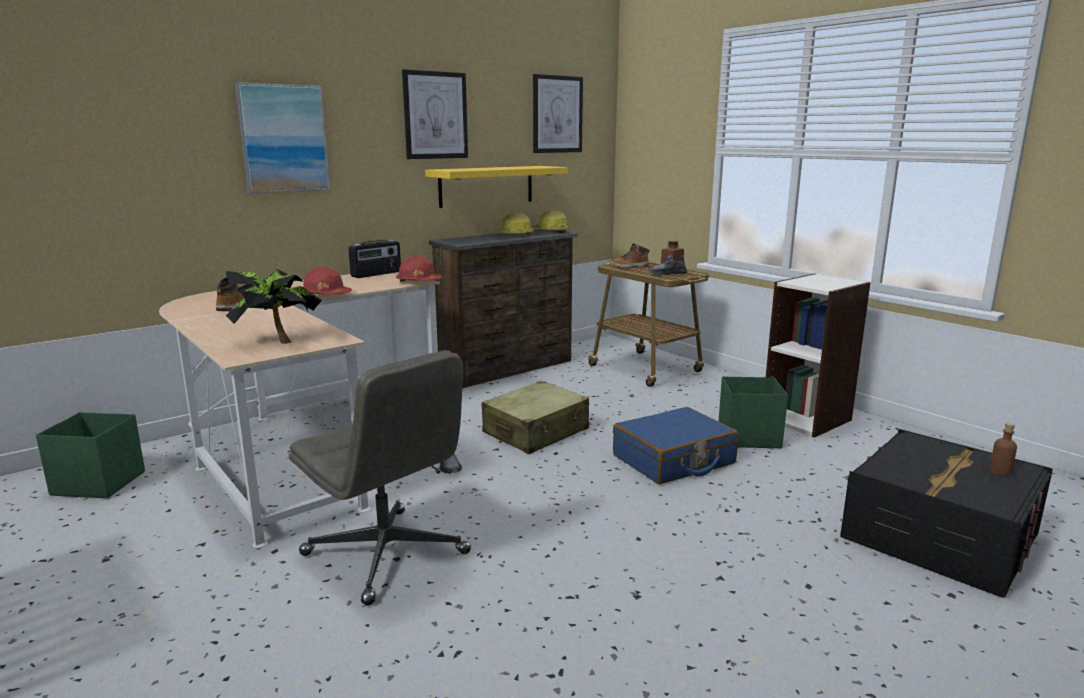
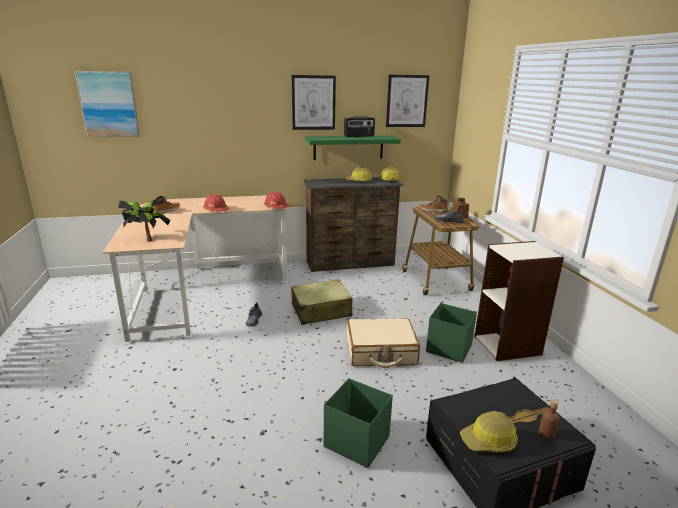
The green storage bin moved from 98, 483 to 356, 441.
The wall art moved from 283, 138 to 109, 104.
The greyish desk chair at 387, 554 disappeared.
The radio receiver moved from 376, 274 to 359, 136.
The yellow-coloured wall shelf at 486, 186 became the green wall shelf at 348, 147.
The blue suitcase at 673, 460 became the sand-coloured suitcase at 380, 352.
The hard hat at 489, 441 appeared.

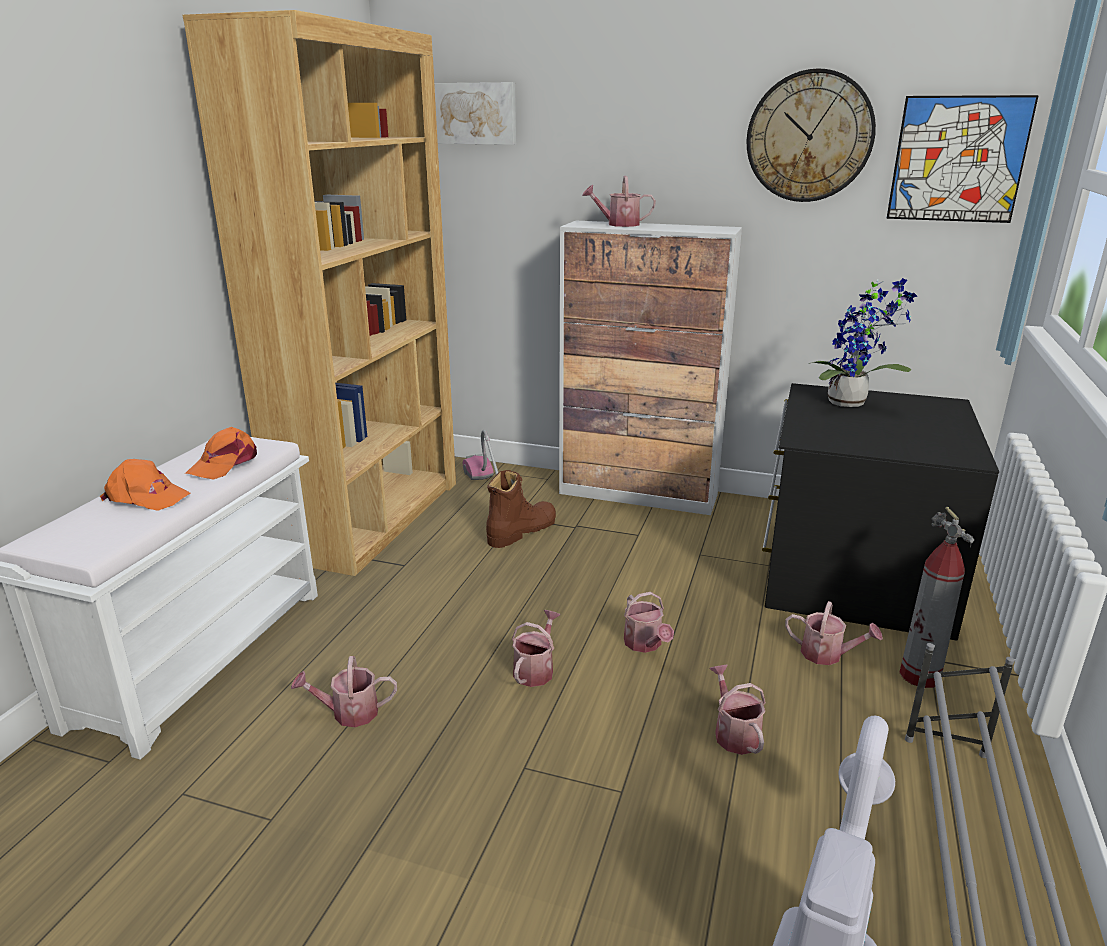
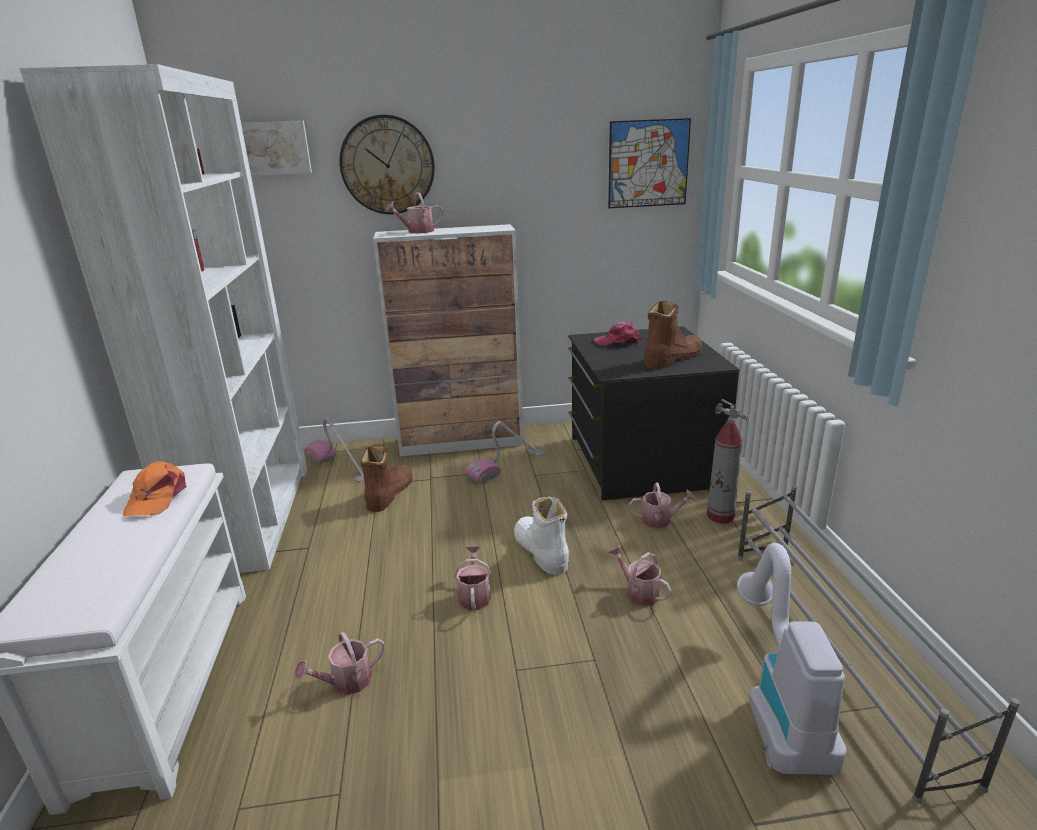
The orange-coloured peaked cap at 146, 497 disappeared.
The brown bookcase at 373, 518 became the white-coloured bookcase at 251, 516.
The watering pot at 645, 644 was replaced by the white-coloured high-top boot at 540, 551.
The clock on the wall moved from 809, 137 to 387, 165.
The houseplant at 851, 403 was replaced by the pink peaked cap at 618, 342.
The vacuum cleaner at 506, 466 appeared.
The brown high-top boot at 672, 358 appeared.

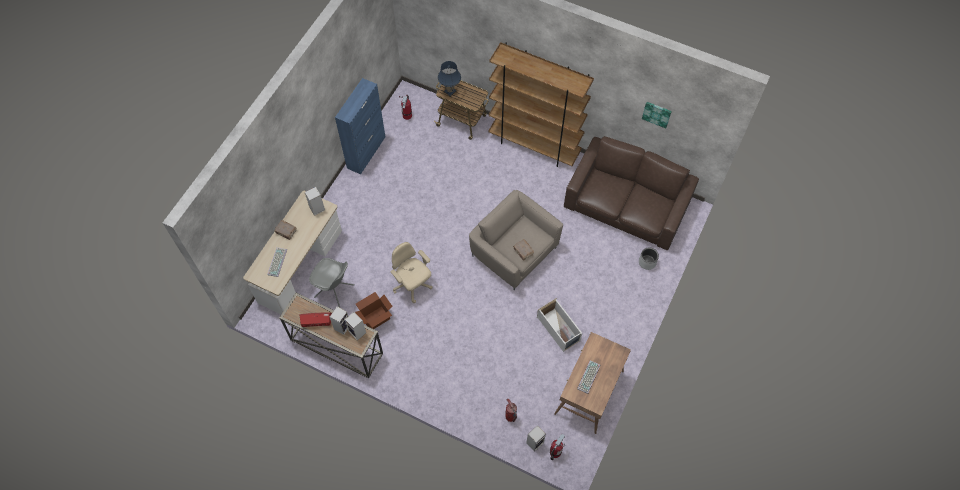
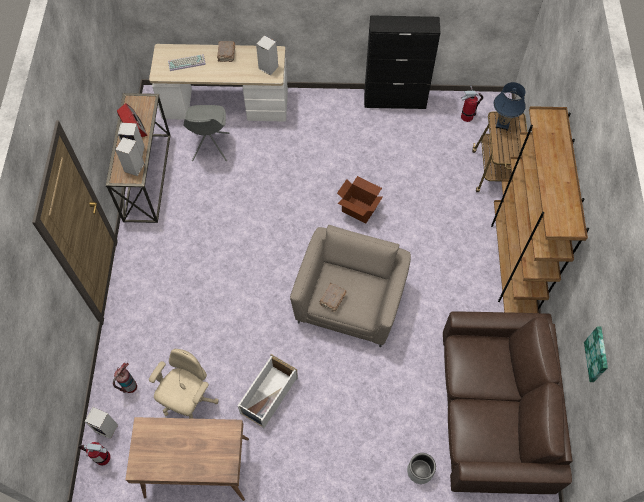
The blue cupboard at 366, 152 became the black-coloured cupboard at 395, 100.
The cardboard box moved from 375, 318 to 358, 209.
The sand-coloured desk chair moved from 412, 285 to 189, 400.
The PC keyboard at 589, 377 disappeared.

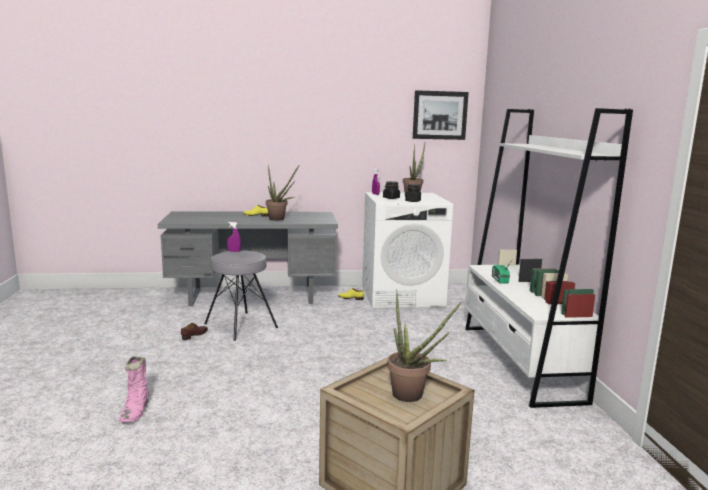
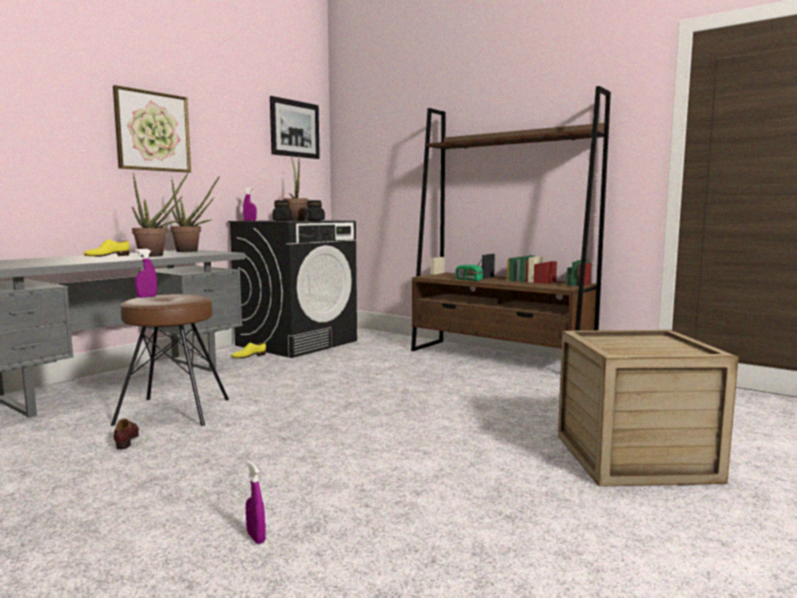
The pink high-top boot at 136, 411 was replaced by the purplish sprayer at 256, 537.
The greyish stool at 240, 326 became the brown stool at 173, 412.
The white-coloured laundry appliance at 402, 296 became the black-coloured laundry appliance at 297, 343.
The houseplant moved from 413, 397 to 192, 251.
The white-coloured bookcase at 519, 362 became the brown bookcase at 499, 358.
The wall art at 153, 131 appeared.

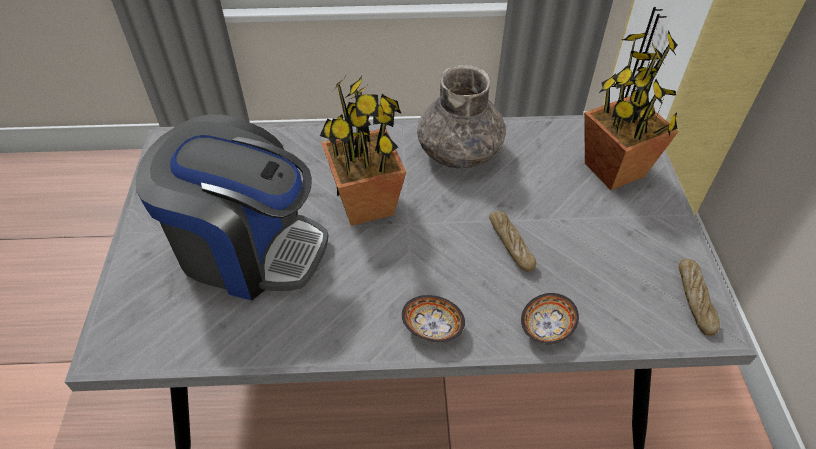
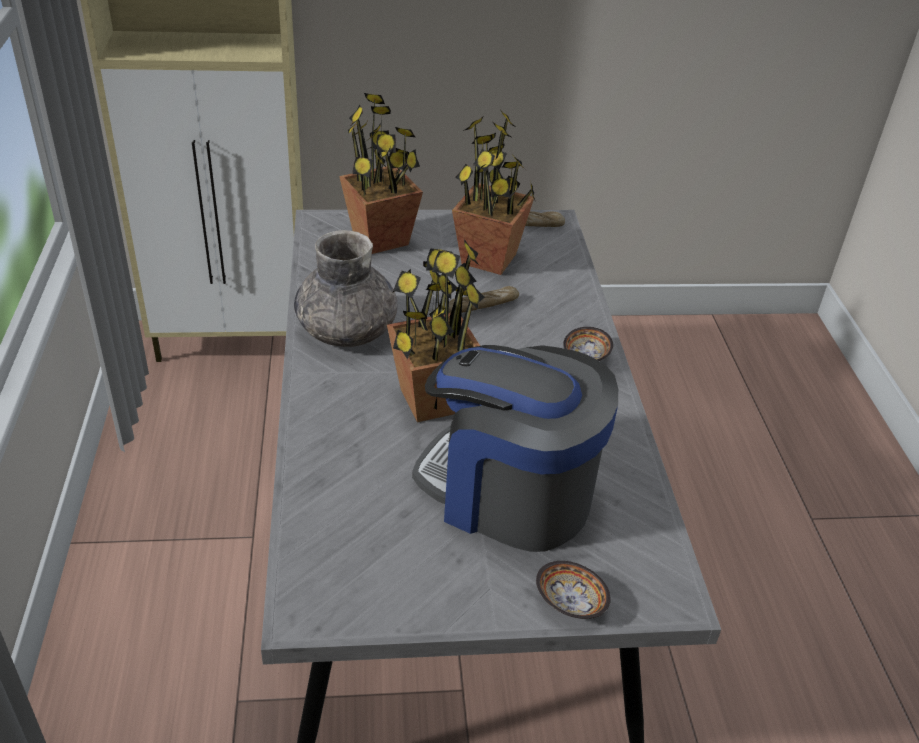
The coffee brewer at 249, 248 turned 75 degrees counterclockwise.
The serving bowl moved from 545, 327 to 570, 604.
The houseplant at 489, 259 appeared.

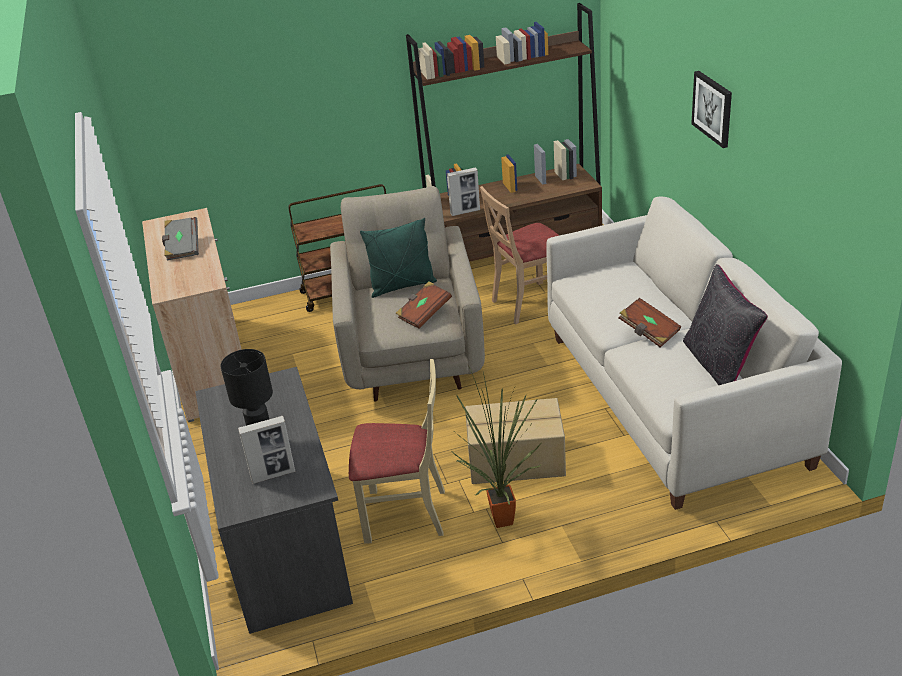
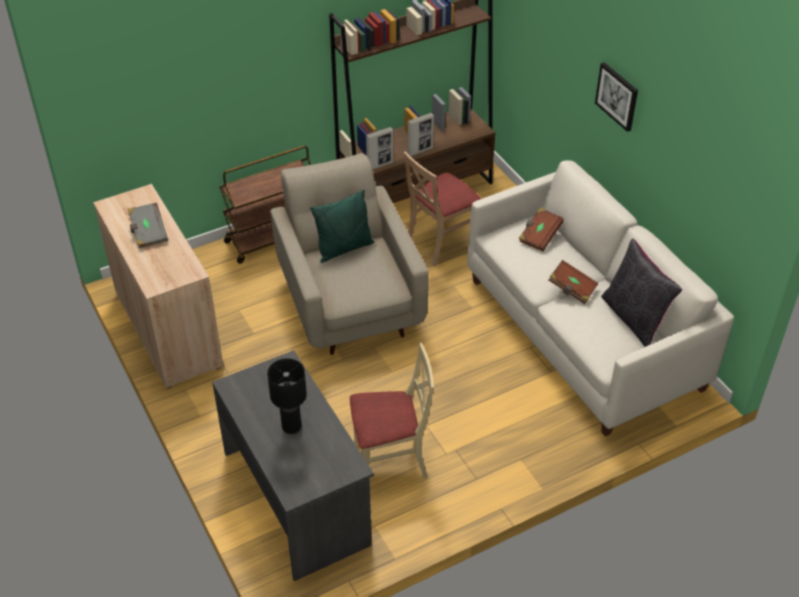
The picture frame moved from 273, 475 to 420, 151.
The brown bound book moved from 424, 314 to 539, 236.
The houseplant at 502, 517 disappeared.
The cardboard box at 516, 461 disappeared.

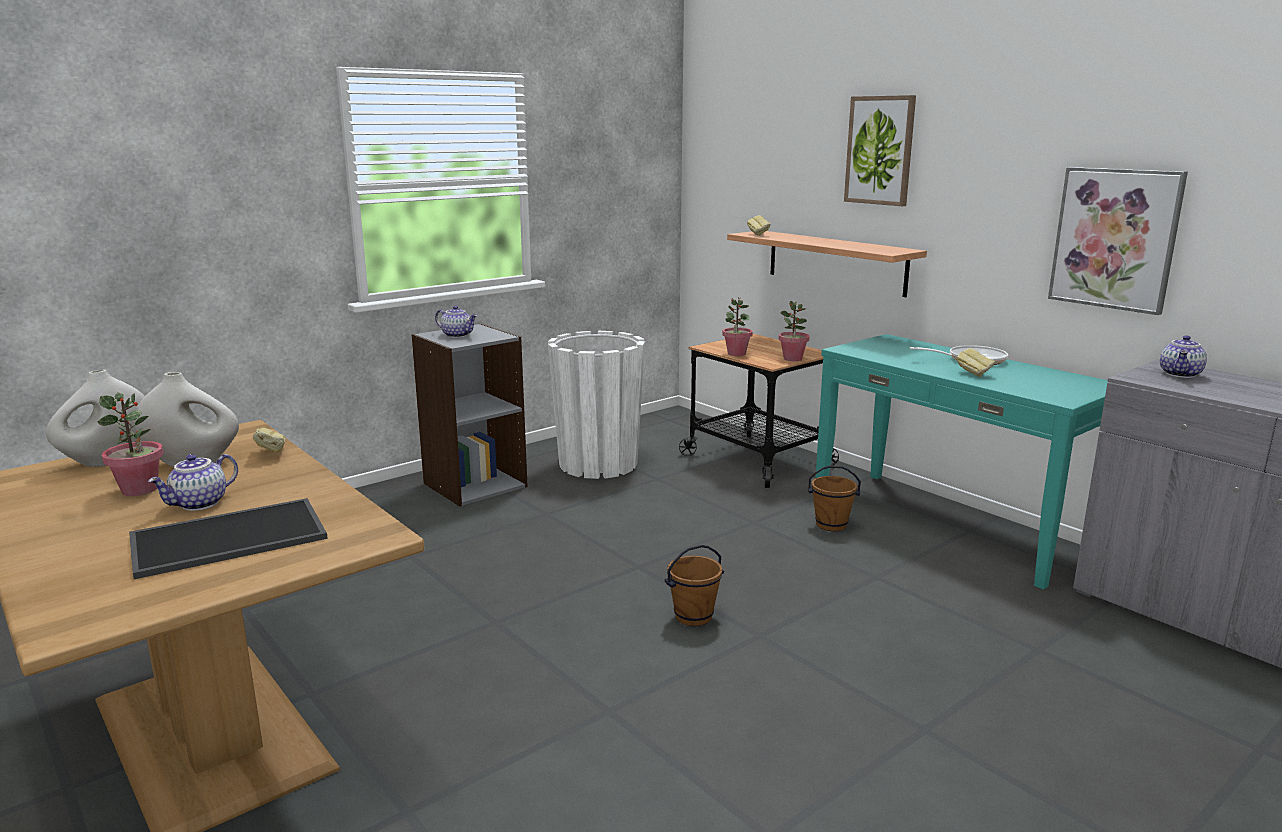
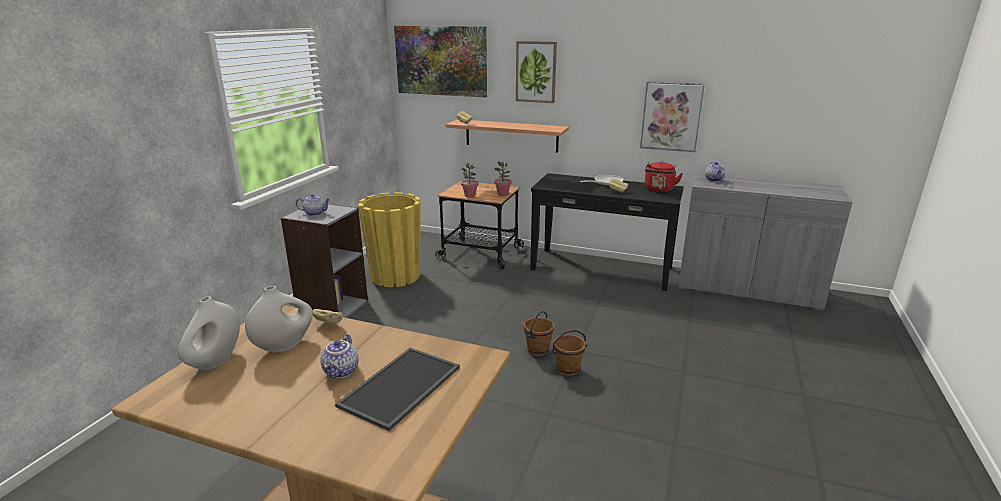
The houseplant at 140, 490 disappeared.
The white-coloured flower pot at 598, 464 became the yellow-coloured flower pot at 395, 276.
The brown pail moved from 831, 525 to 568, 370.
The turquoise-coloured console table at 948, 524 became the black-coloured console table at 601, 268.
The wall art at 441, 61 appeared.
The red water kettle at 659, 189 appeared.

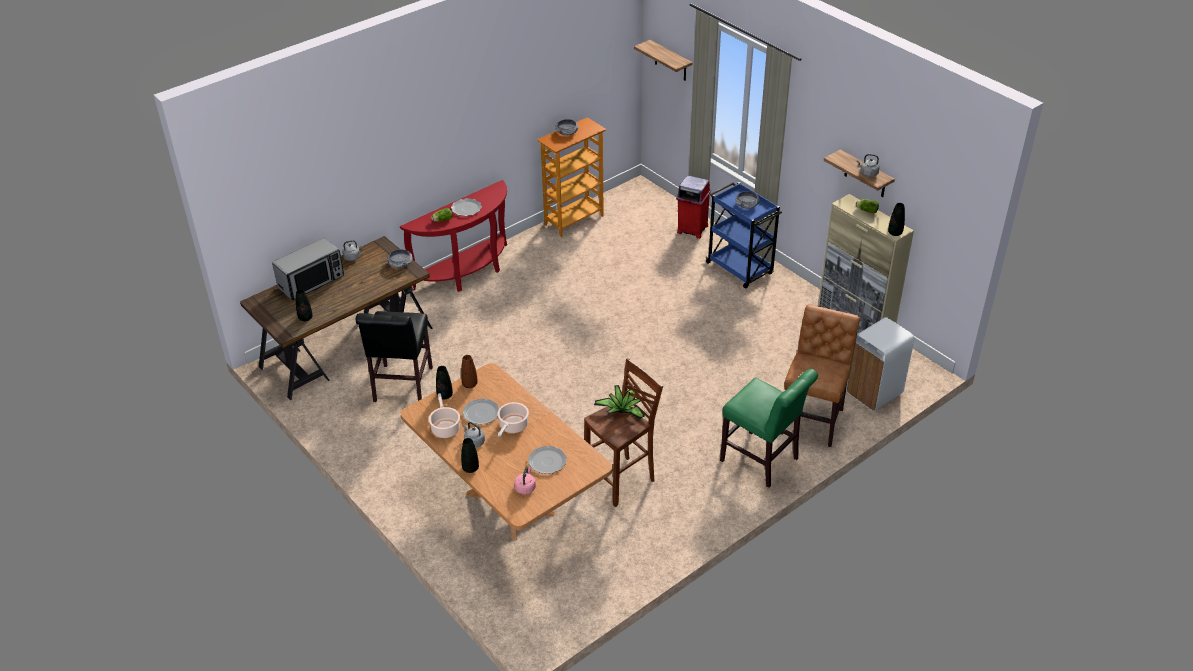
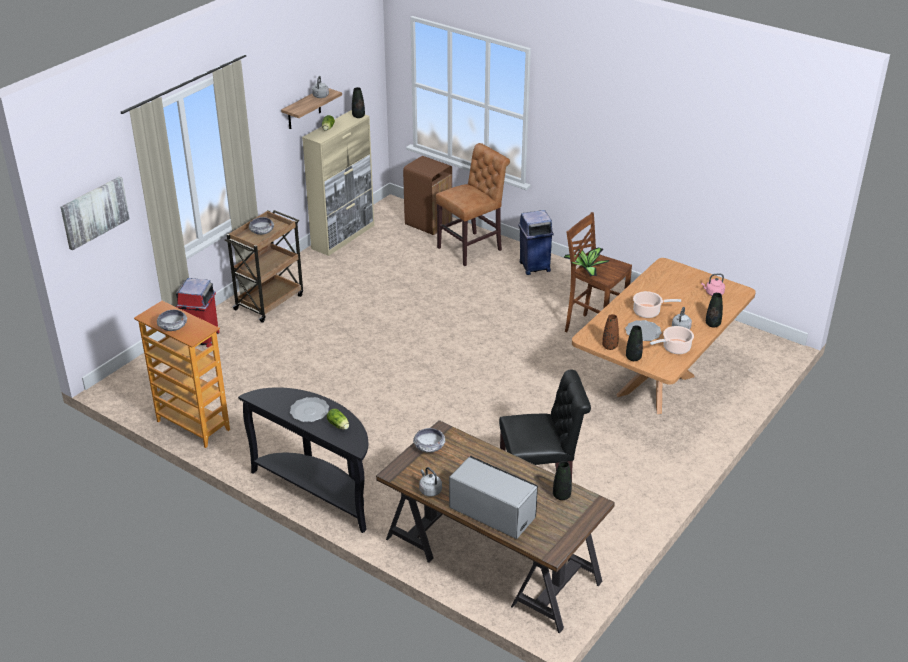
The red console table at 468, 273 became the black-coloured console table at 319, 491.
The flat dish at 547, 461 disappeared.
The wall shelf at 670, 61 was replaced by the wall art at 94, 212.
The blue trolley at 740, 269 became the brown trolley at 270, 301.
The green upright chair at 762, 461 was replaced by the blue rubbish bin at 534, 266.
The brown upright chair at 813, 419 turned 135 degrees clockwise.
The white-coloured rubbish bin at 875, 393 became the brown rubbish bin at 428, 223.

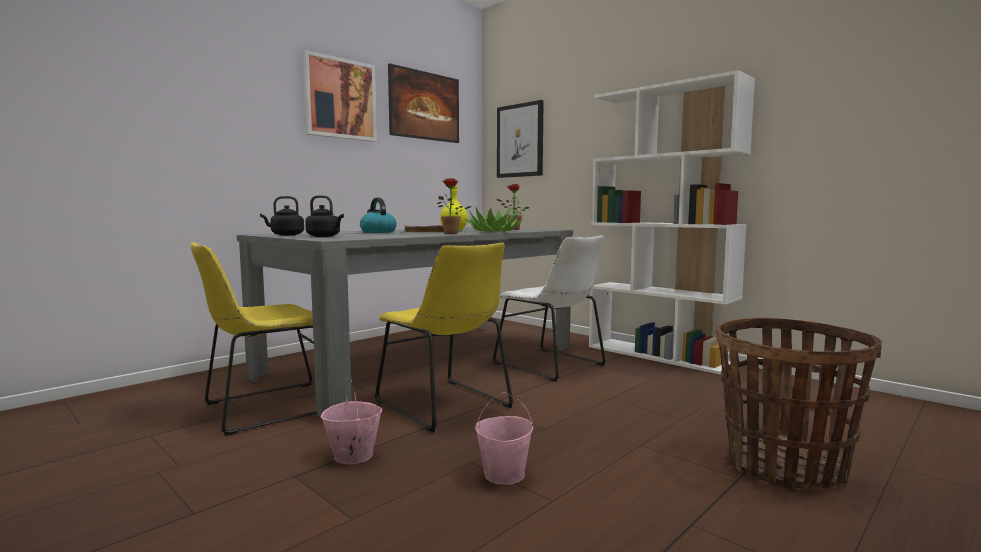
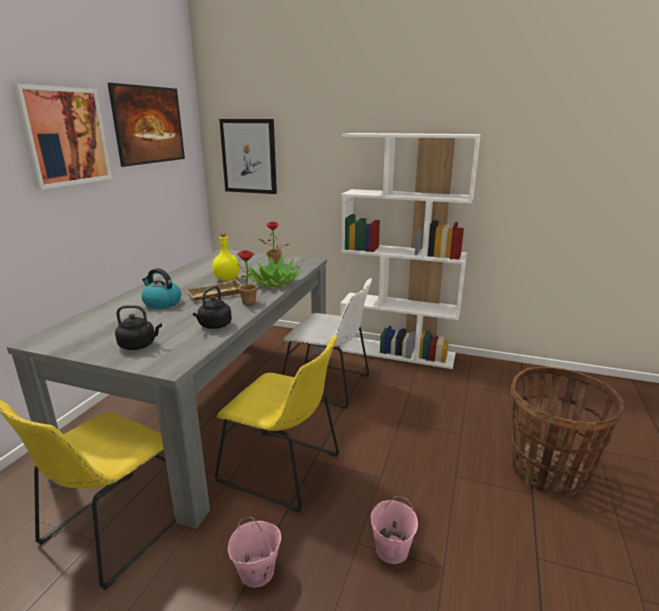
The black-coloured water kettle moved from 285, 235 to 214, 326.

